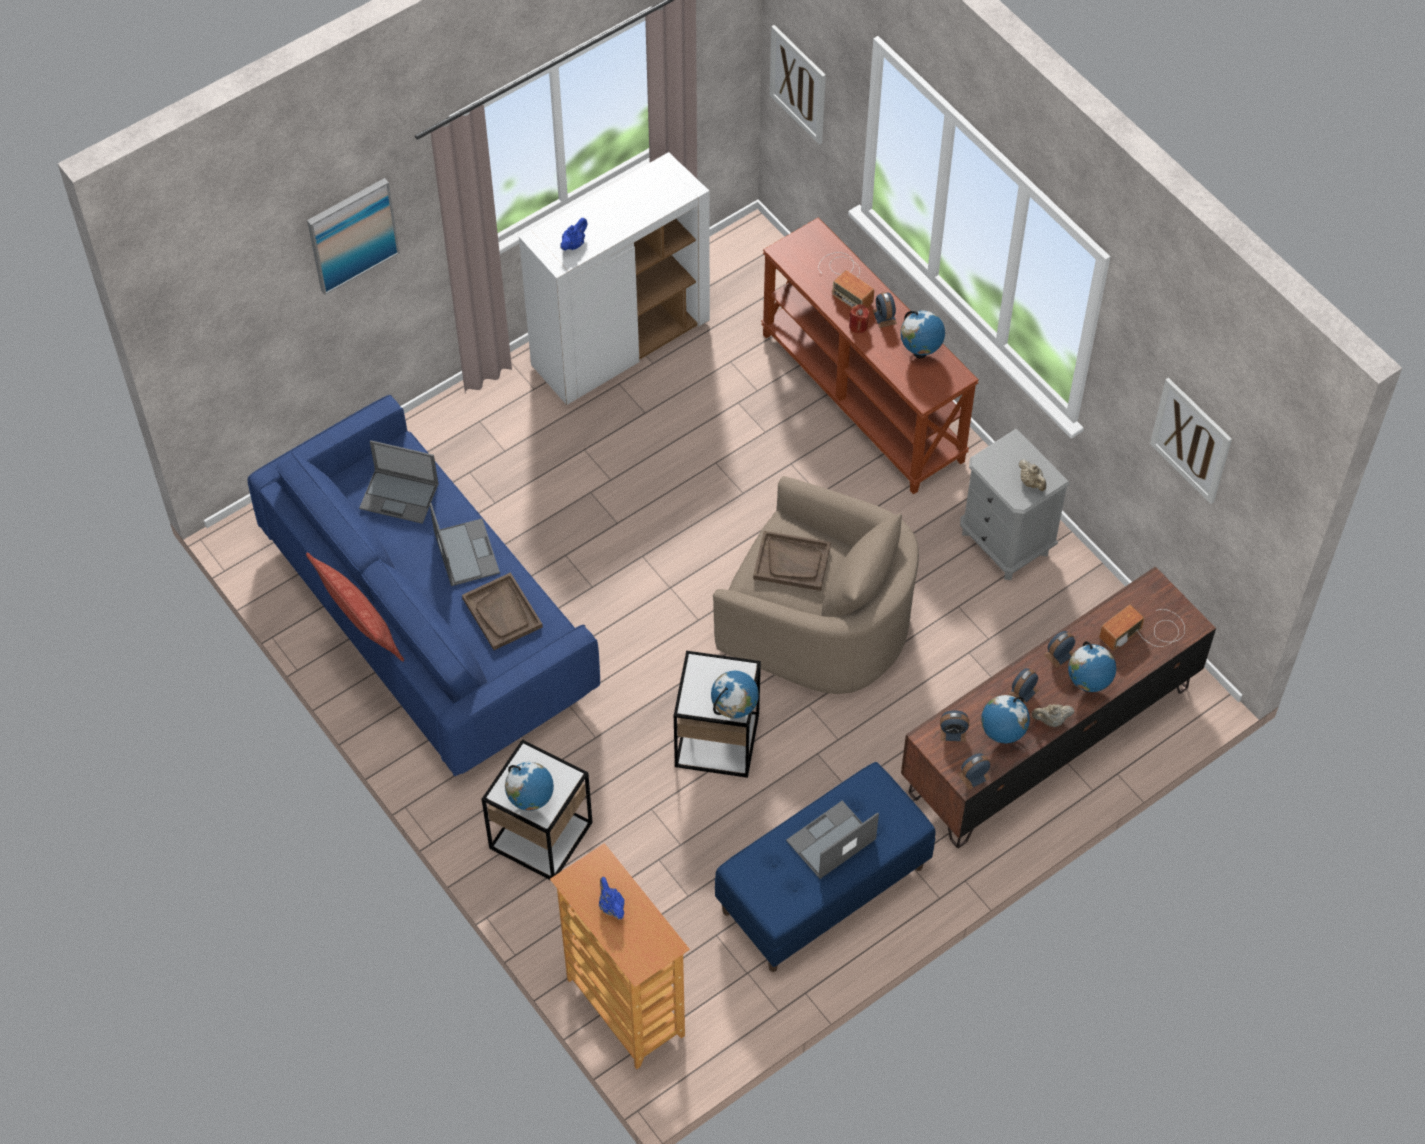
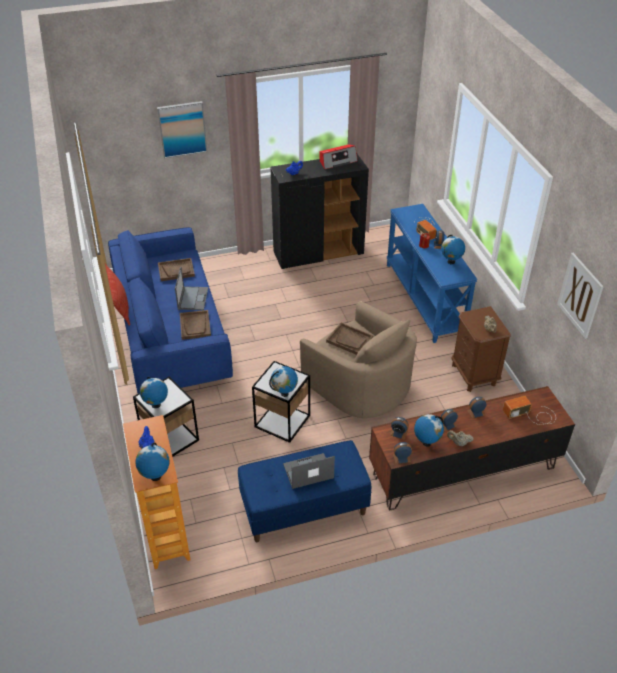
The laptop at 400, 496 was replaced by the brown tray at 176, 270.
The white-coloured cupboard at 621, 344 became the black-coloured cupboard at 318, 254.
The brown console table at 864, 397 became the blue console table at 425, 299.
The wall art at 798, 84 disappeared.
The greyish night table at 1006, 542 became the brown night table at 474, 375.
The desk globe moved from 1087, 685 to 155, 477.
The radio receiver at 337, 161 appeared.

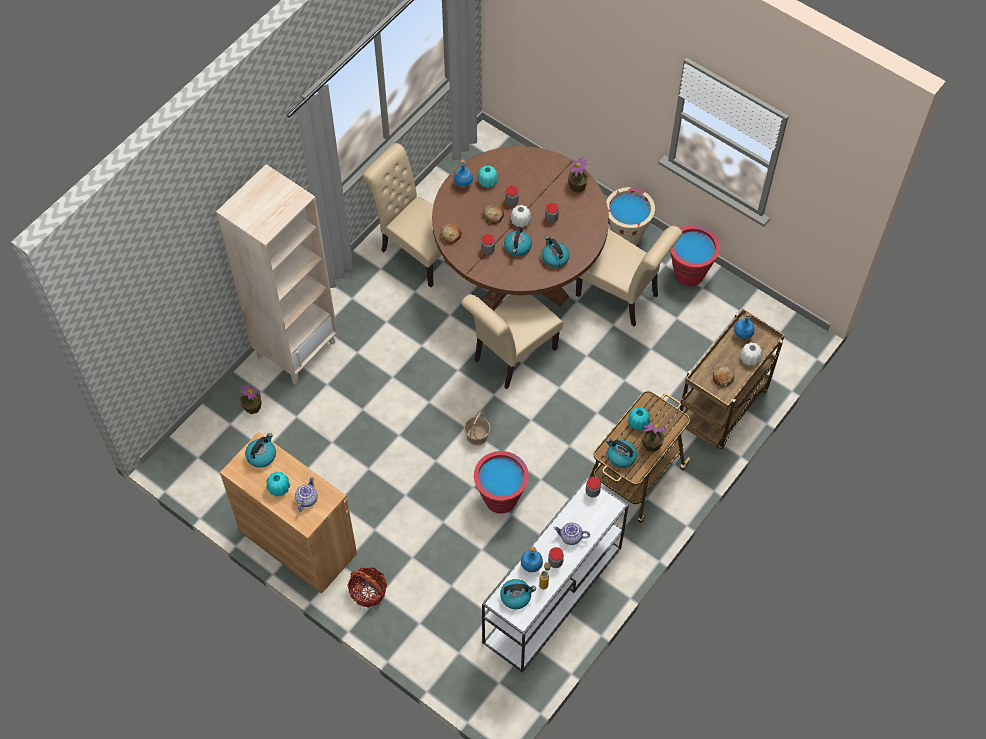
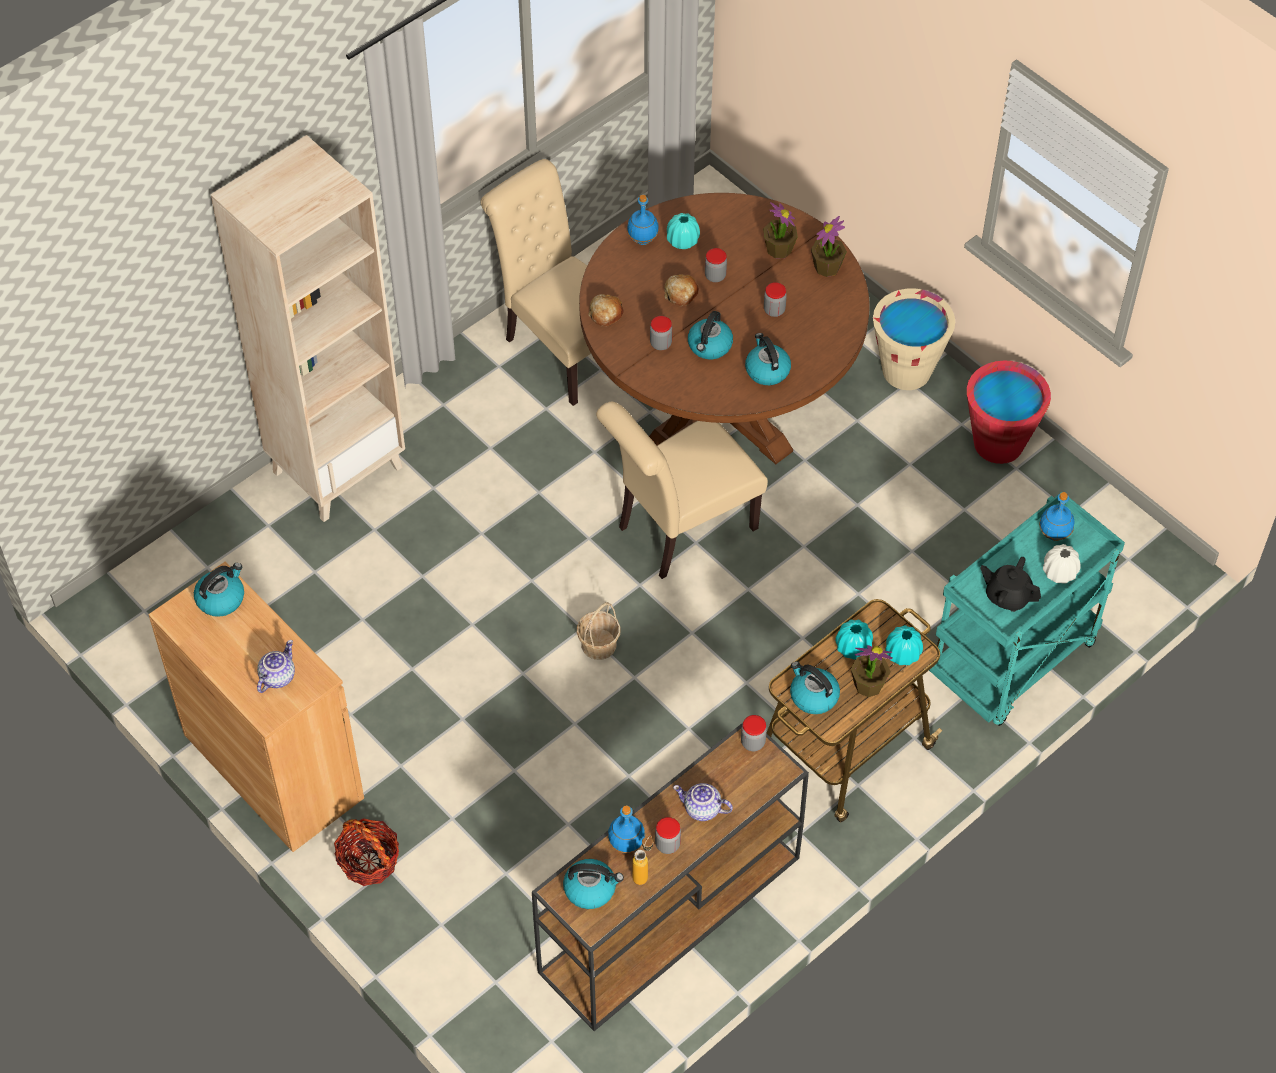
The houseplant moved from 252, 407 to 778, 249.
The turquoise-coloured vase moved from 279, 488 to 902, 653.
The red pail at 500, 498 disappeared.
The white-coloured console table at 552, 596 became the brown console table at 668, 917.
The white-coloured vase at 520, 221 disappeared.
The sand-coloured upright chair at 622, 297 disappeared.
The brown trolley at 722, 409 became the turquoise-coloured trolley at 1013, 663.
The bread at 722, 378 was replaced by the black-coloured teapot at 1007, 596.

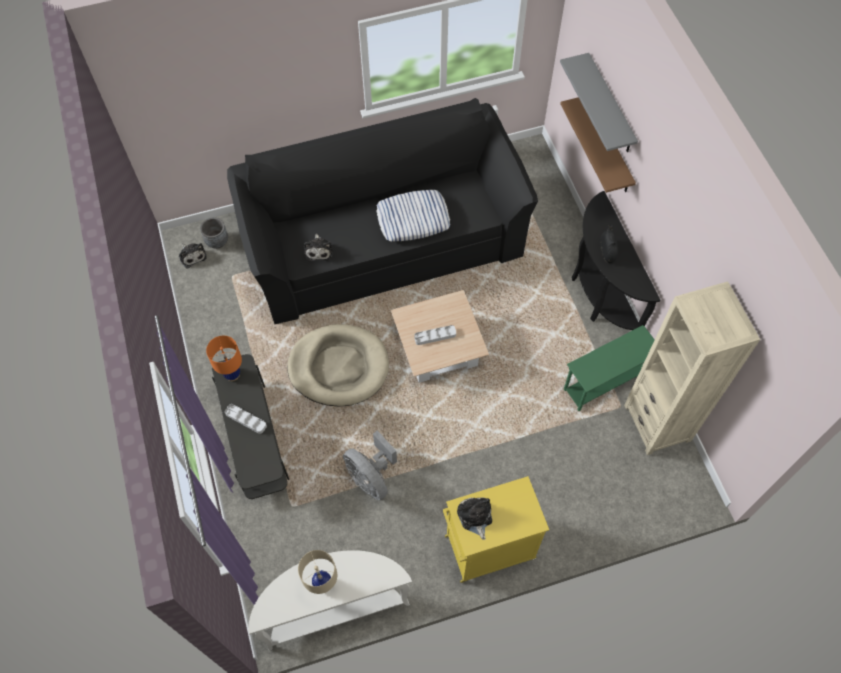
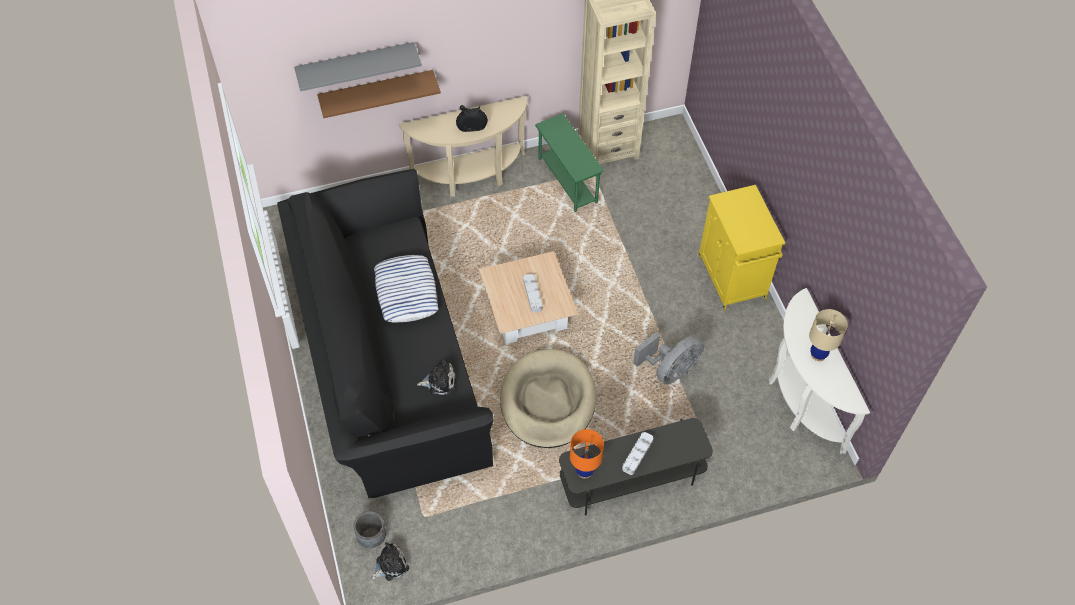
The plush toy at 475, 517 disappeared.
The black-coloured console table at 599, 293 became the sand-coloured console table at 471, 176.

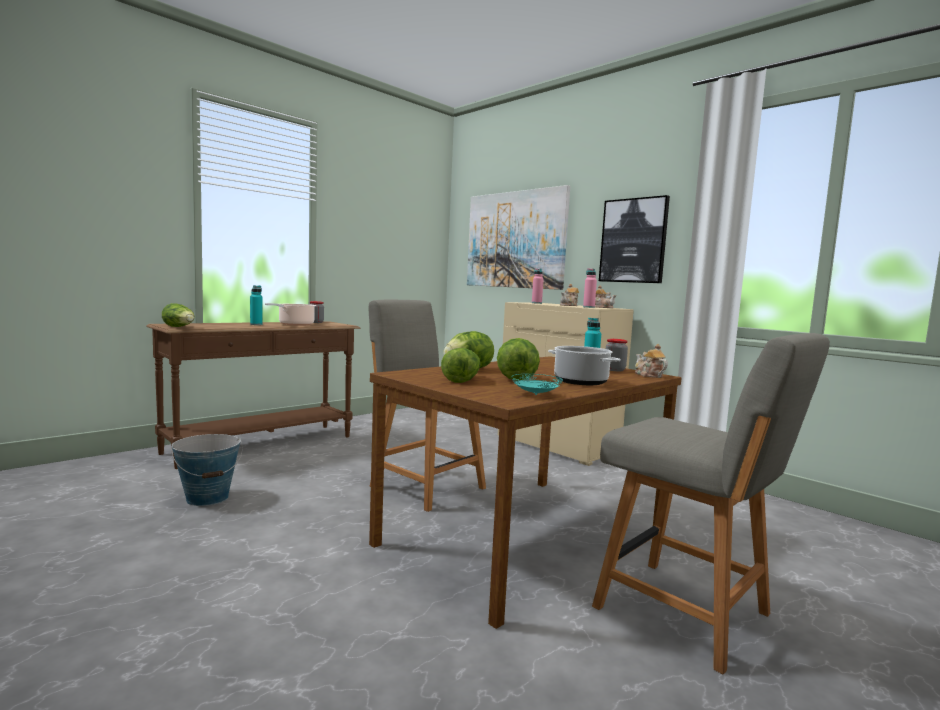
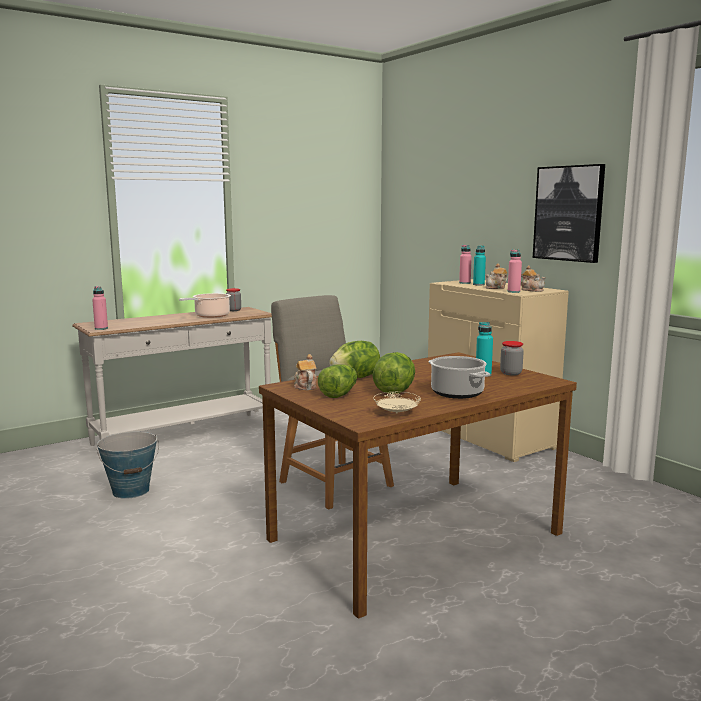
The brown console table at 262, 445 became the white-coloured console table at 185, 436.
The lettuce at 180, 327 was replaced by the pink beverage bottle at 101, 328.
The turquoise-coloured beverage bottle moved from 256, 324 to 478, 284.
The wall art at 515, 240 disappeared.
The turquoise-coloured flat dish at 536, 395 became the sand-coloured flat dish at 396, 413.
The greyish upright chair at 688, 613 disappeared.
The teapot moved from 648, 375 to 305, 386.

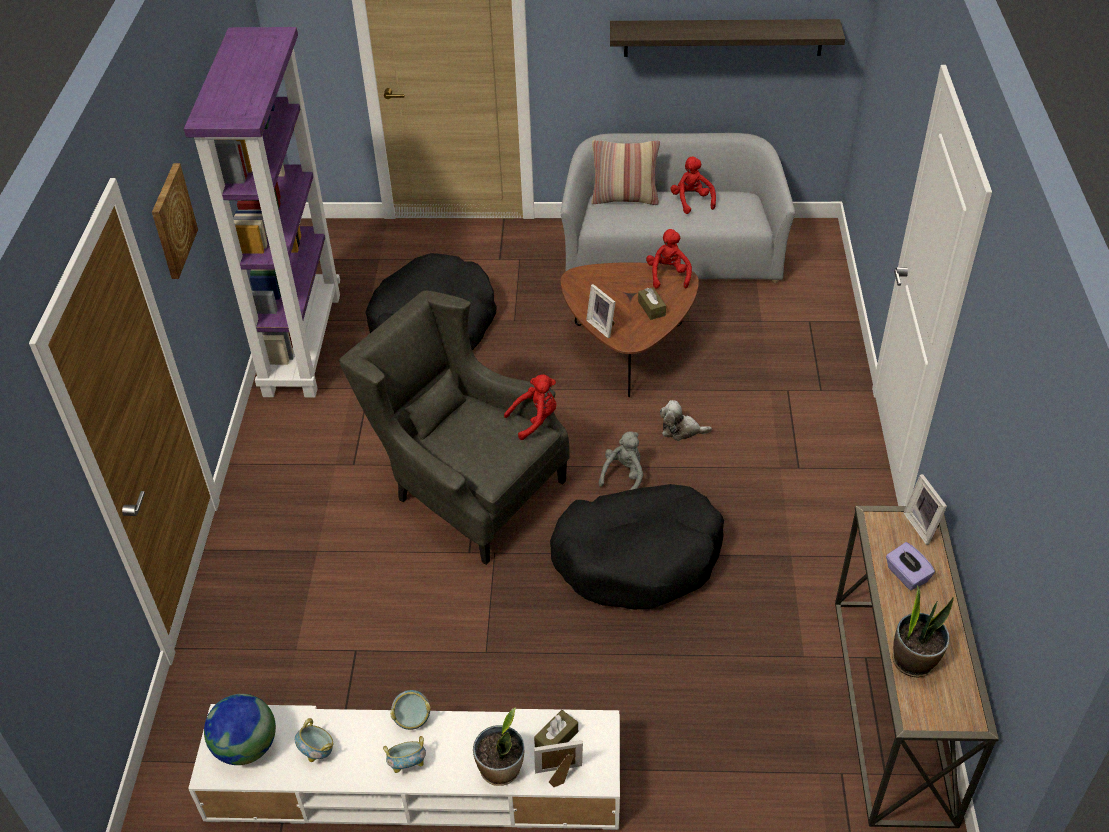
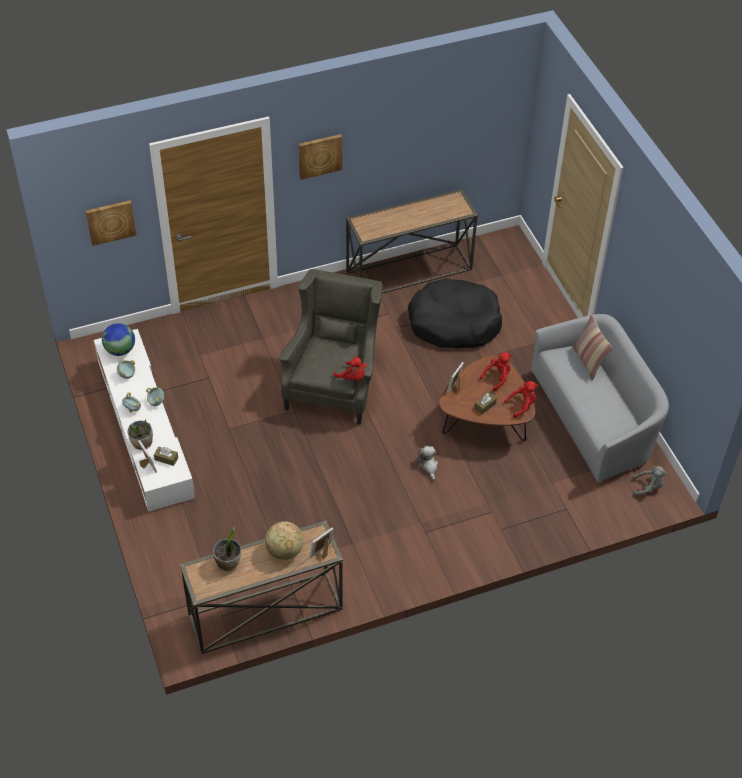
The purplish bookcase at 301, 343 was replaced by the console table at 409, 270.
The black-coloured dog bed at 638, 557 disappeared.
The greyish plush toy moved from 624, 476 to 648, 487.
The wall shelf at 723, 37 disappeared.
The red plush toy moved from 691, 201 to 497, 377.
The purplish tissue box at 906, 575 was replaced by the desk globe at 284, 551.
The wall art at 110, 221 appeared.

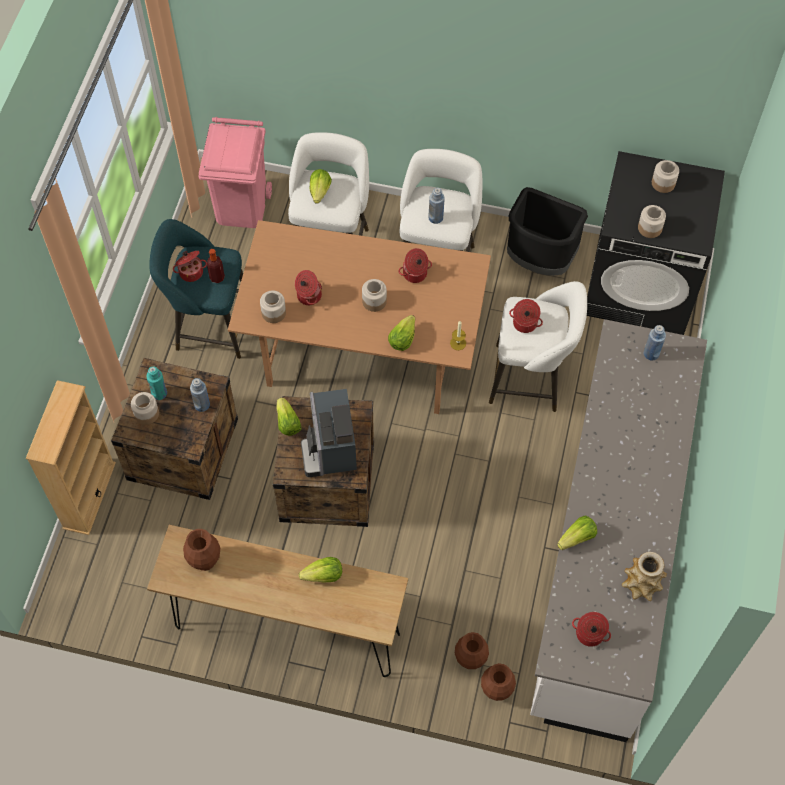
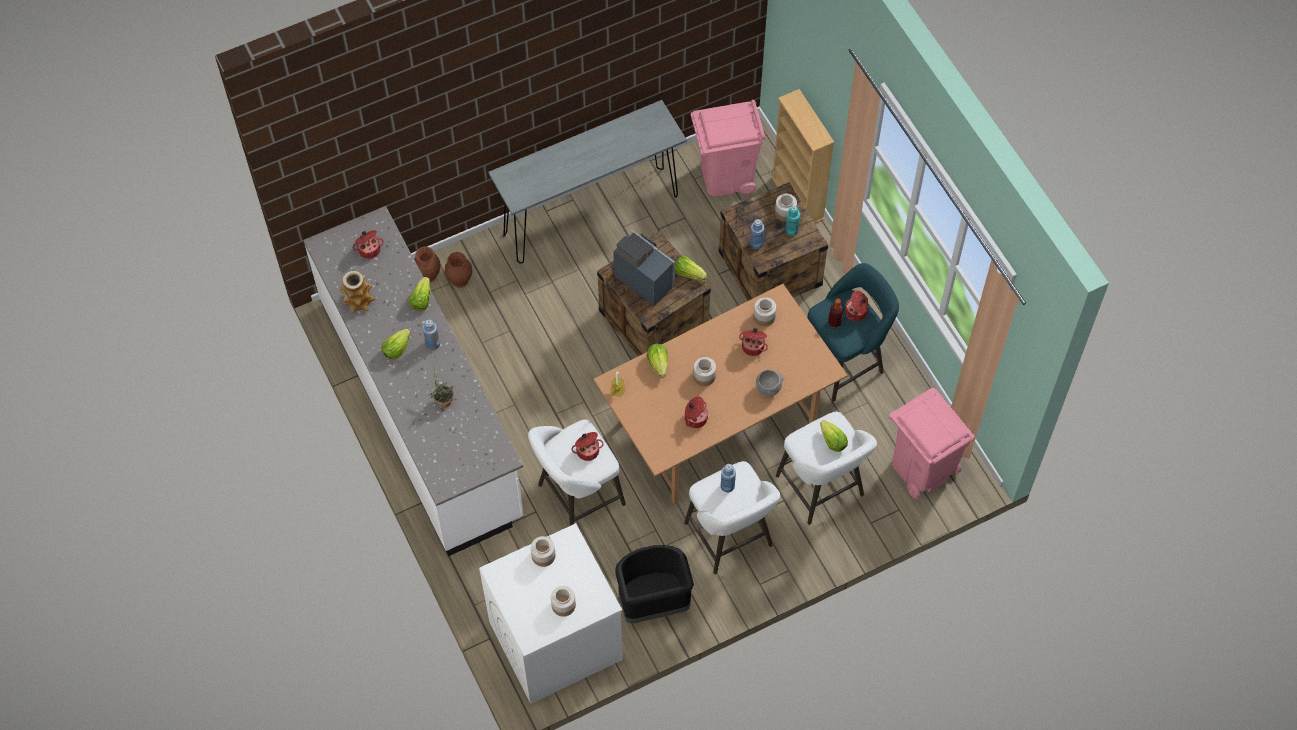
The brown console table at 287, 630 became the greyish console table at 591, 215.
The brown vase at 205, 560 disappeared.
The lettuce moved from 323, 576 to 396, 349.
The black-coloured laundry appliance at 641, 286 became the white-coloured laundry appliance at 555, 641.
The blue beverage bottle moved from 651, 353 to 433, 344.
The houseplant at 443, 400 appeared.
The pink rubbish bin at 726, 176 appeared.
The greyish serving bowl at 768, 389 appeared.

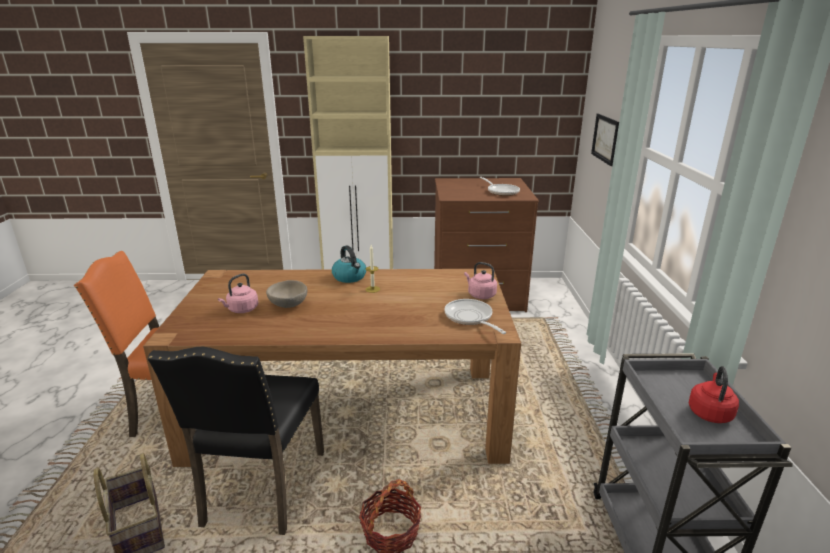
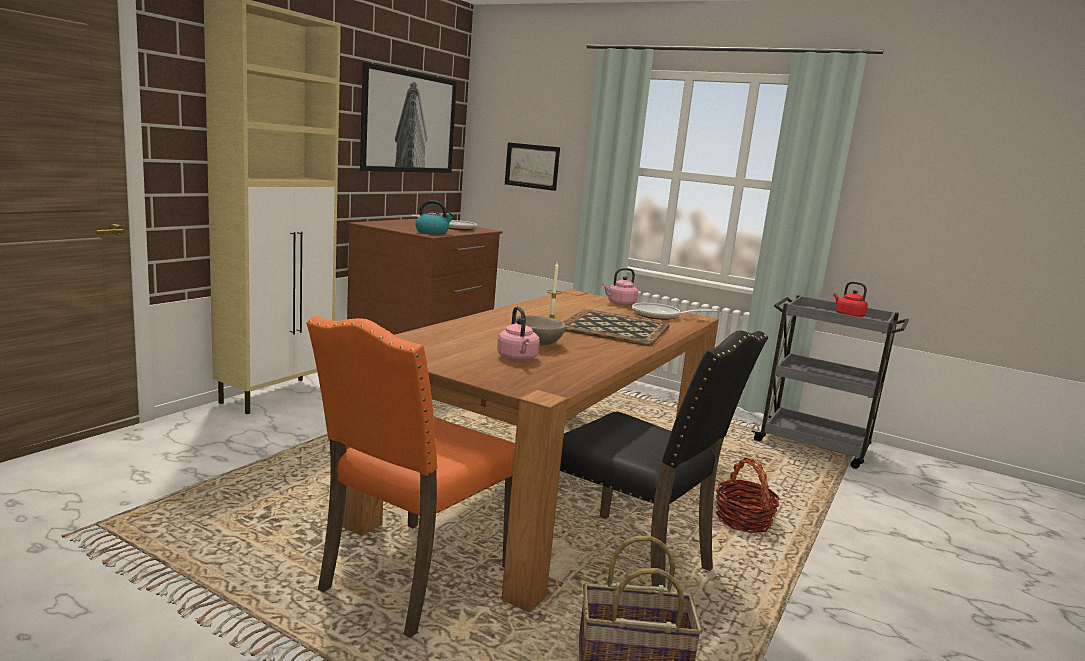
The water kettle moved from 350, 277 to 432, 232.
The wall art at 408, 122 appeared.
The tray at 615, 328 appeared.

